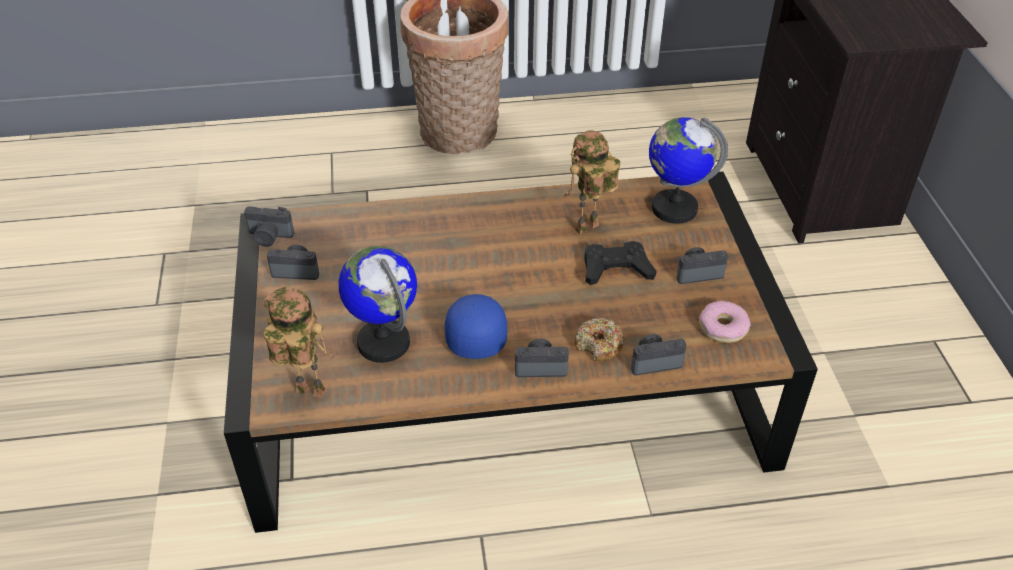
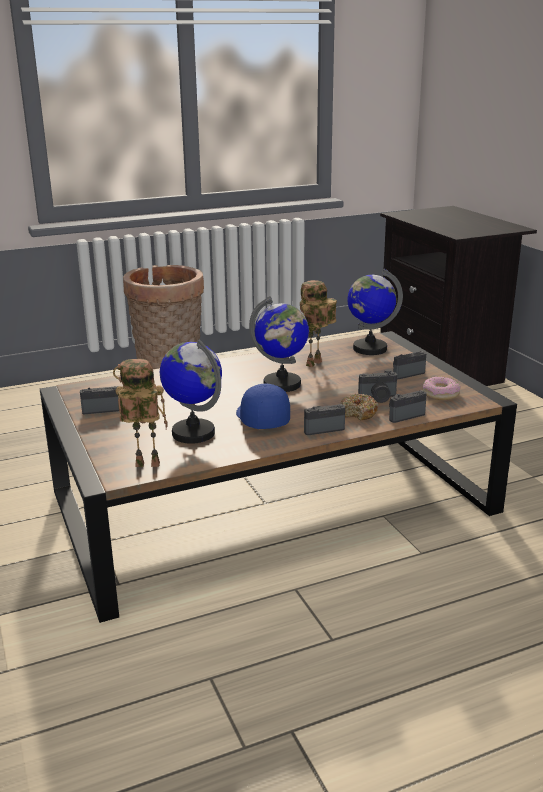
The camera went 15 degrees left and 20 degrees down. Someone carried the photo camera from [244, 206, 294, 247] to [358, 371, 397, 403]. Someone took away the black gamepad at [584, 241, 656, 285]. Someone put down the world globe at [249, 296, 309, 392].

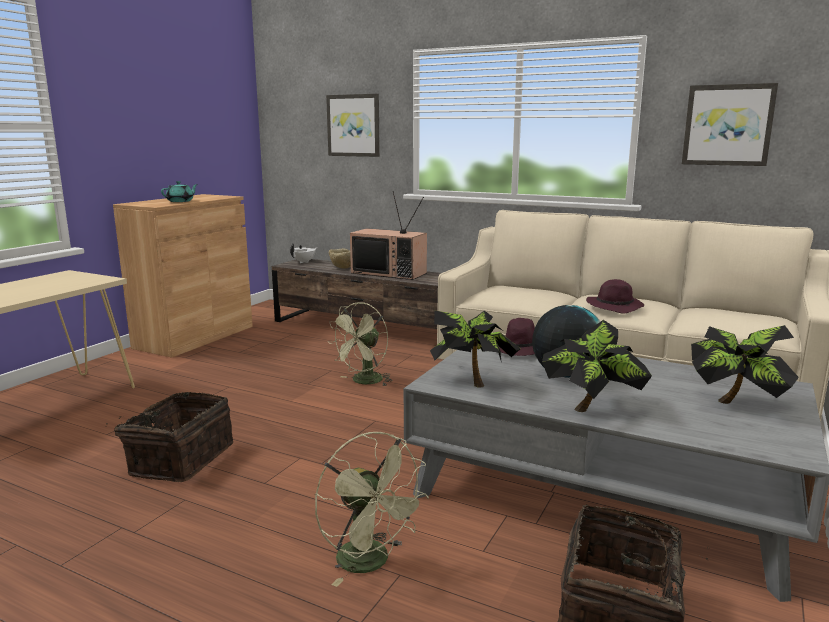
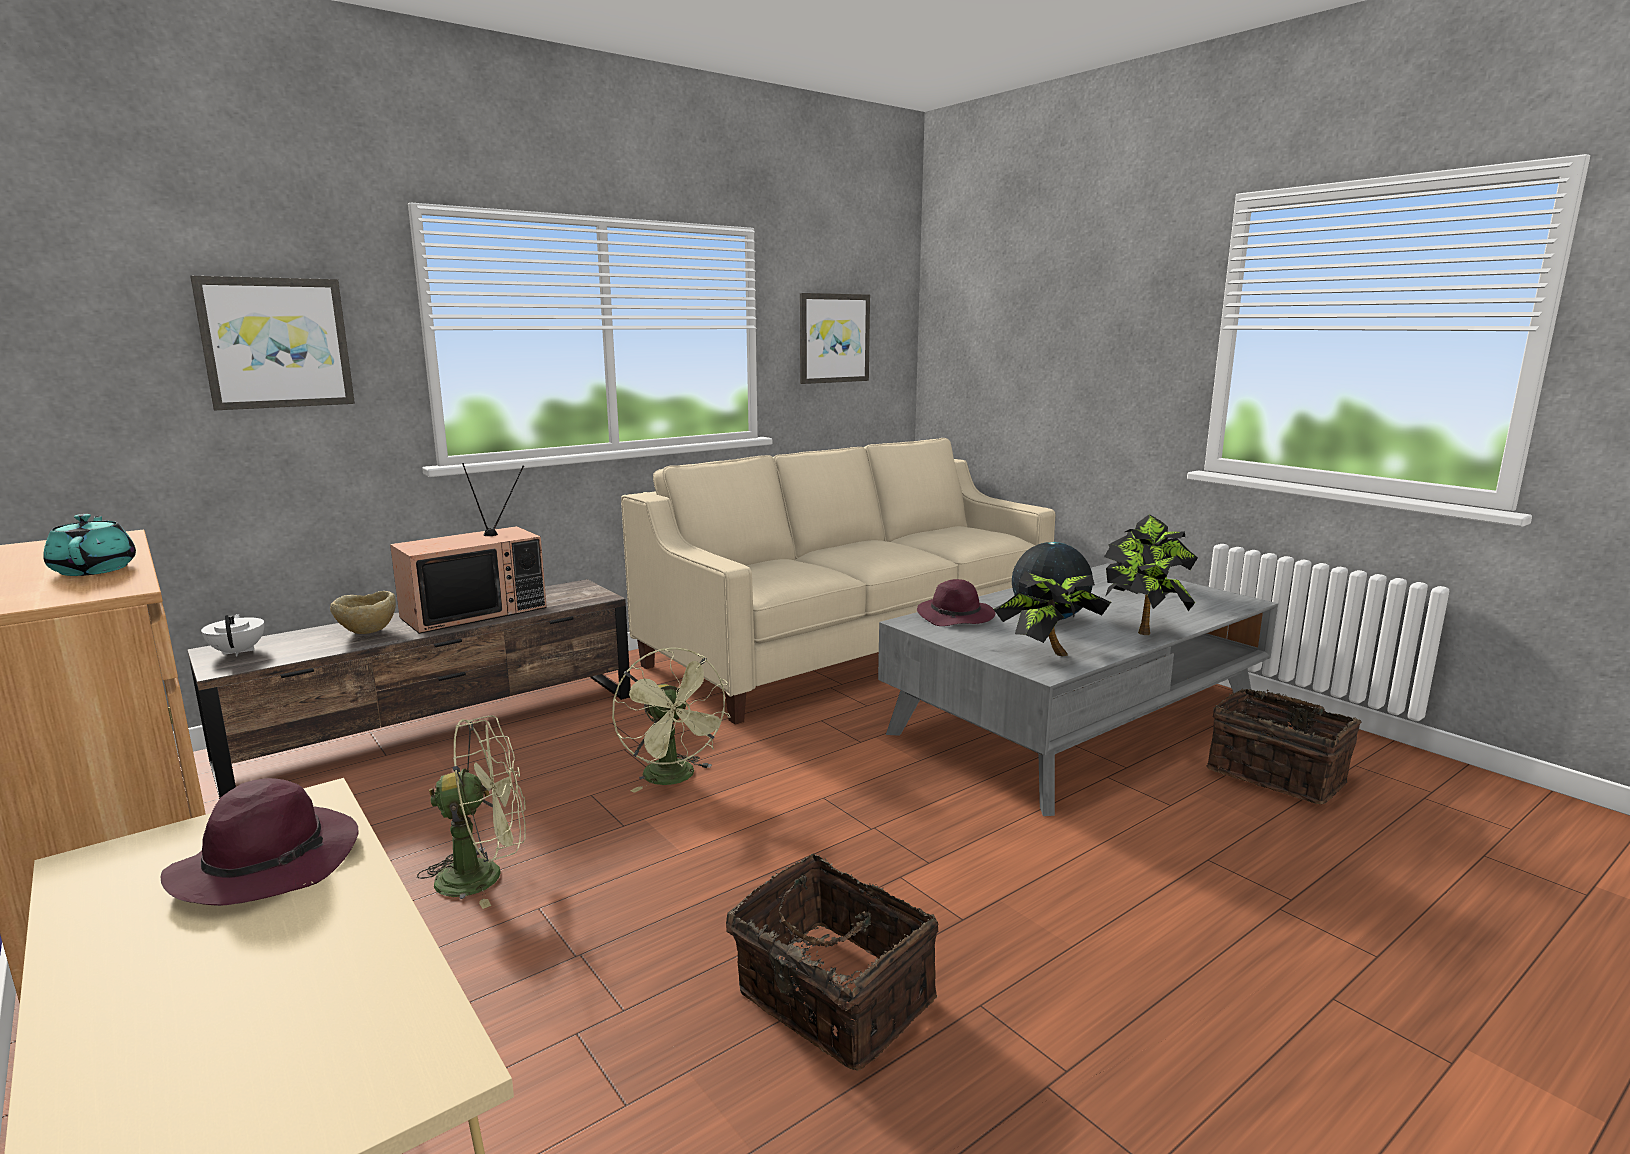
The camera went 65 degrees left and 0 degrees up. Someone carried the purple-coloured hat from [586, 279, 644, 314] to [160, 778, 358, 906]. Someone carried the greenish fan from [315, 432, 429, 587] to [417, 715, 526, 909].

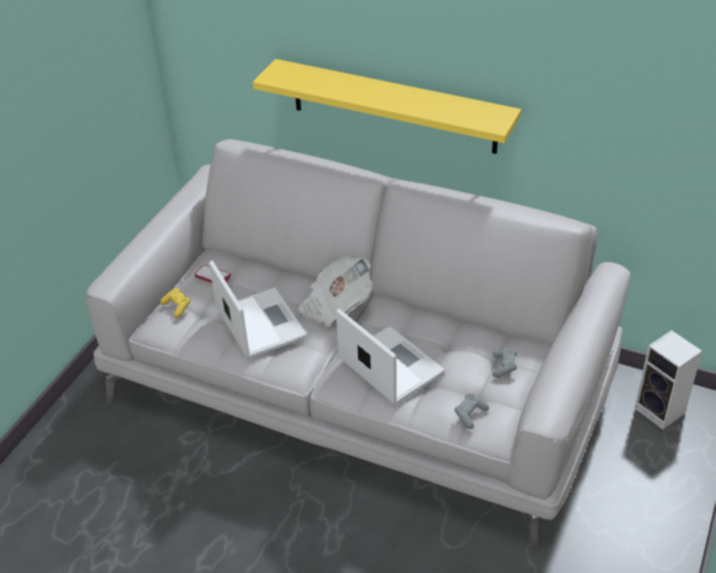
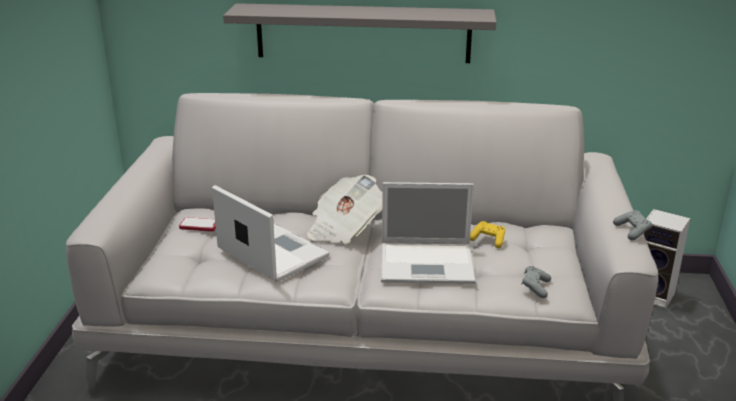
The camera went 20 degrees left and 15 degrees down. Someone repainted the yellow-coloured shelf at [253, 59, 521, 154], which became the grey shelf at [223, 3, 496, 63]. Someone carried the yellow-coloured gamepad from [160, 288, 191, 318] to [470, 221, 505, 248]. Someone rotated the notebook computer at [336, 309, 445, 405] by 150 degrees clockwise. Someone carried the grey gamepad from [492, 349, 517, 378] to [613, 210, 652, 240].

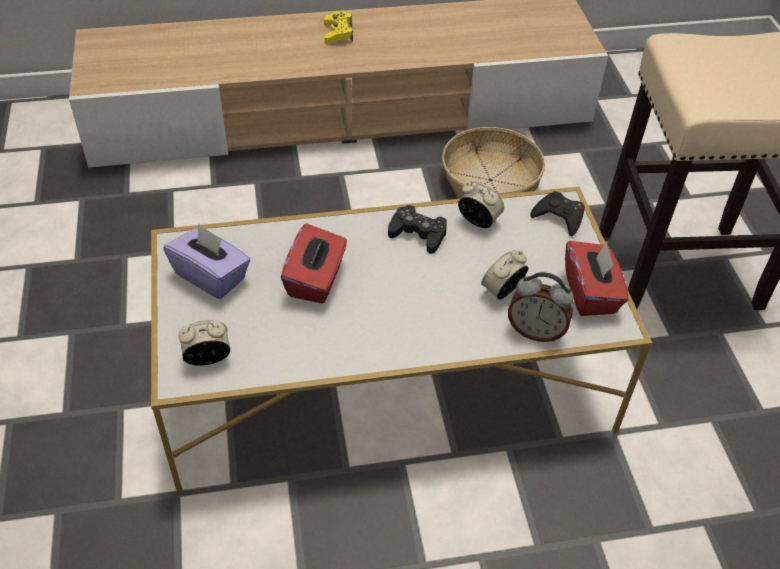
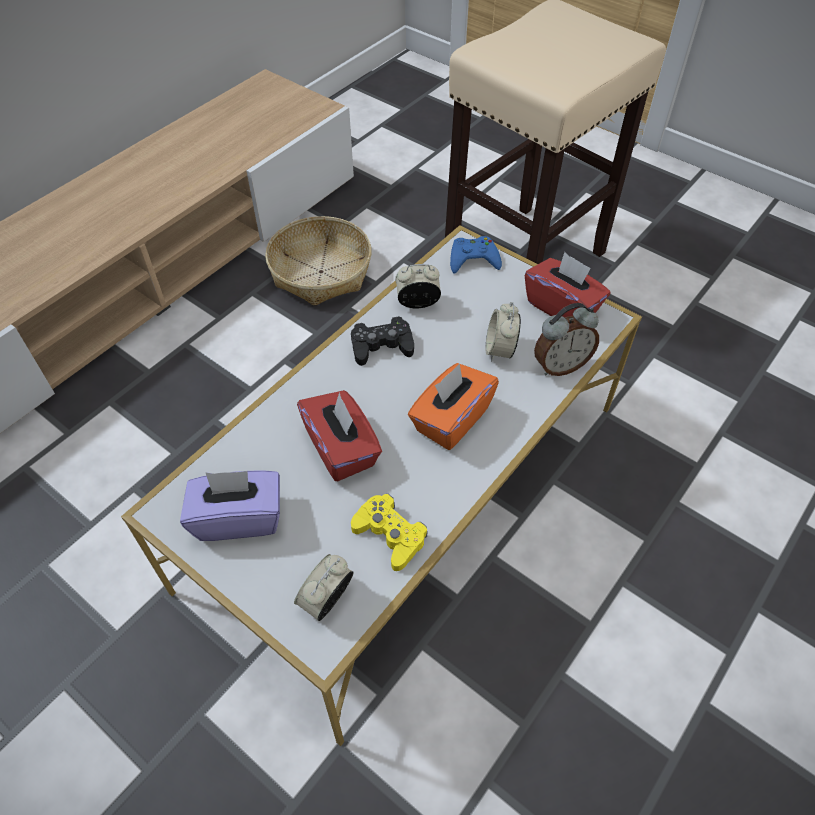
The camera went 40 degrees left and 5 degrees up. Someone carried the yellow-coloured gamepad from [324, 11, 353, 44] to [351, 494, 427, 571]. Someone repainted the black gamepad at [530, 191, 585, 236], which became the blue-coloured gamepad at [450, 236, 502, 273]. Someone put down the orange tissue box at [408, 363, 499, 450].

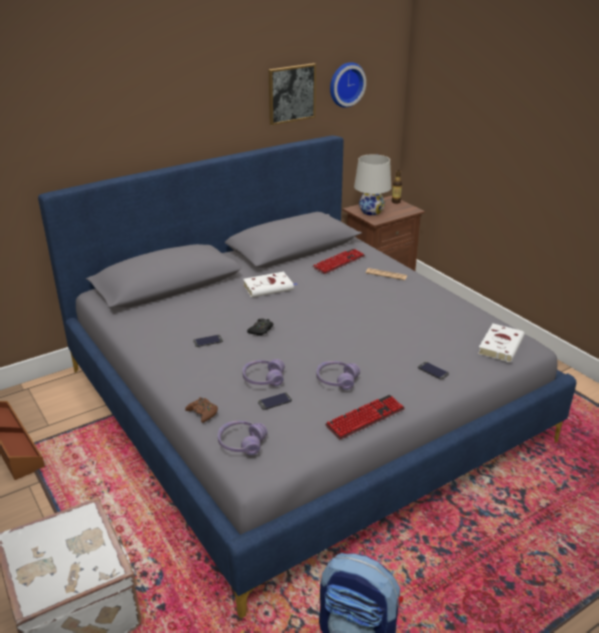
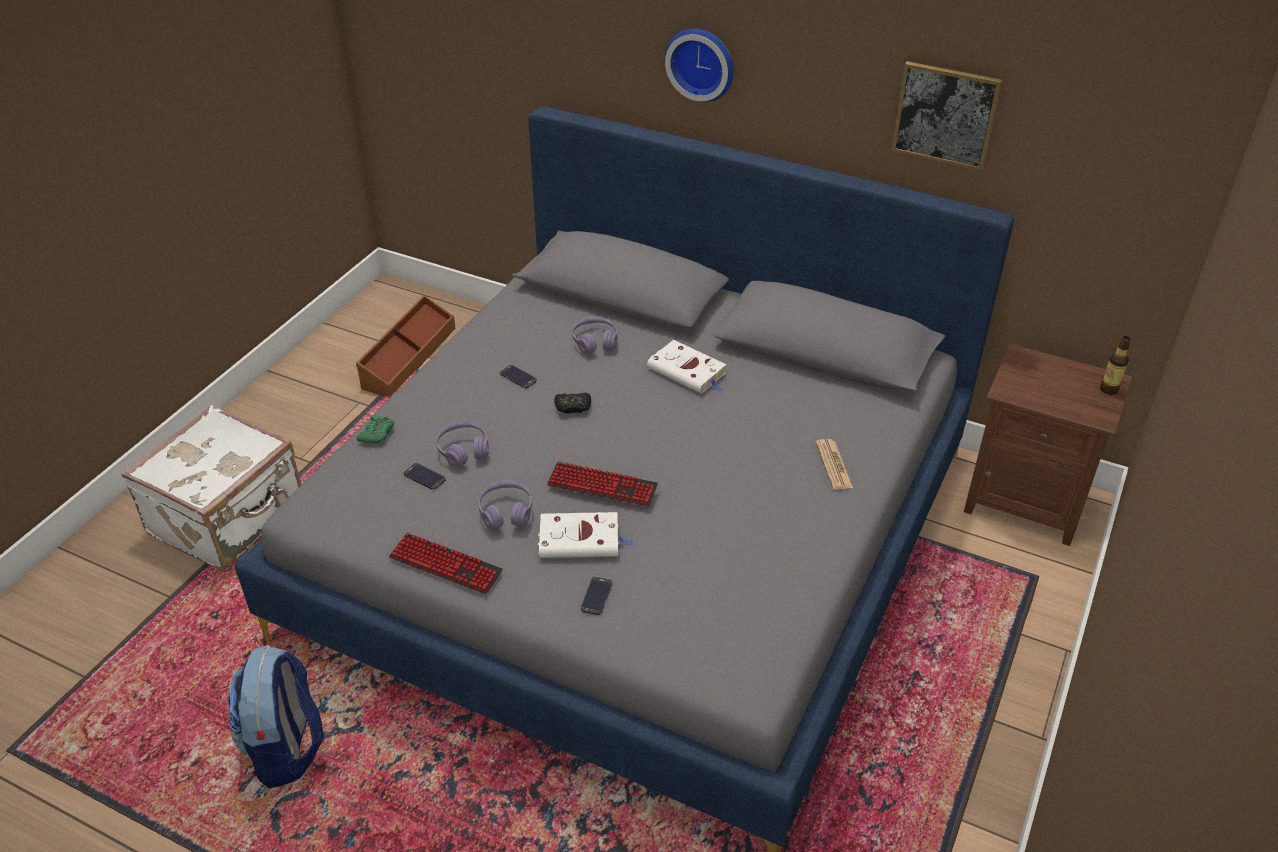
The camera went 60 degrees right and 10 degrees up. Someone carried the wall clock from [330, 62, 366, 108] to [665, 29, 734, 102]. Someone took away the white tabletop lamp at [354, 154, 391, 215]. Someone carried the keyboard from [312, 249, 365, 274] to [547, 461, 658, 506]. Someone carried the white book from [478, 324, 524, 362] to [538, 512, 634, 558]. Someone repainted the brown gamepad at [185, 397, 218, 423], which became the greenish gamepad at [357, 415, 394, 444]. Someone carried the purple-coloured pair of headphones from [218, 421, 268, 455] to [572, 316, 617, 354].

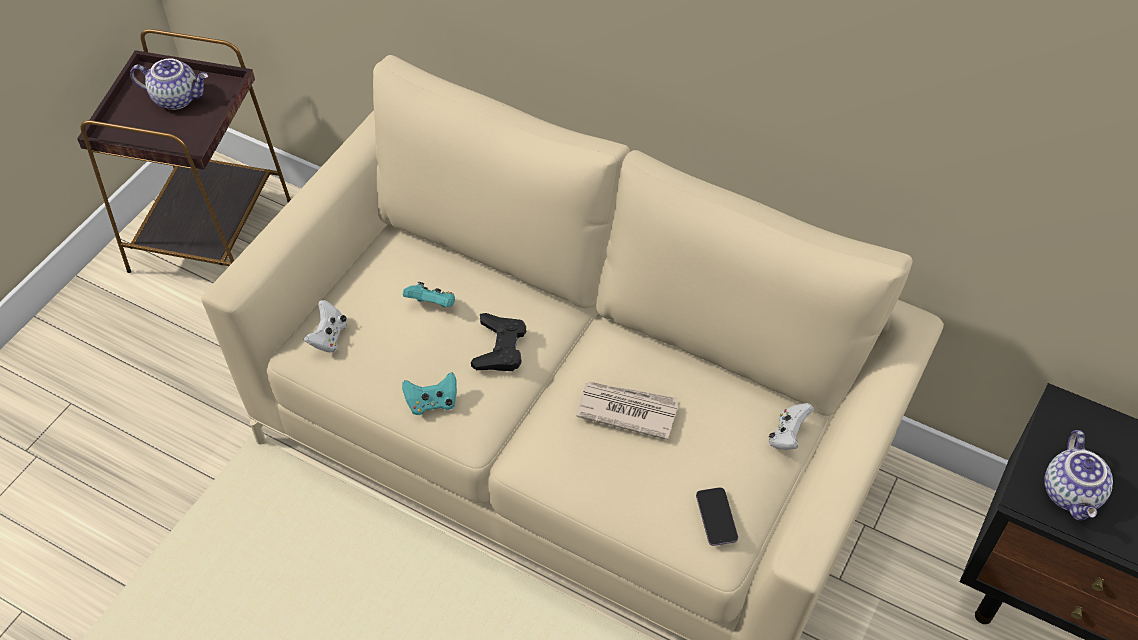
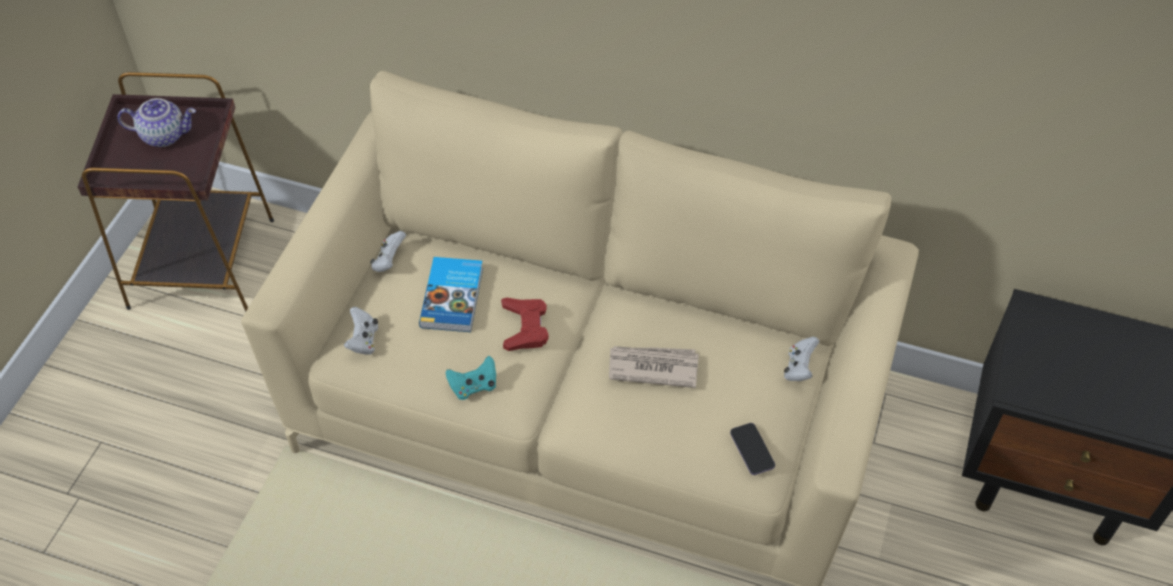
The camera went 10 degrees left and 0 degrees up. Someone swapped the turquoise-coloured gamepad at [403, 282, 455, 308] for the book at [419, 257, 483, 332]. Someone repainted the black gamepad at [471, 313, 526, 371], which became the reddish gamepad at [501, 298, 548, 351]. Someone took away the teapot at [1044, 430, 1113, 521]. Someone put down the white gamepad at [370, 231, 406, 272].

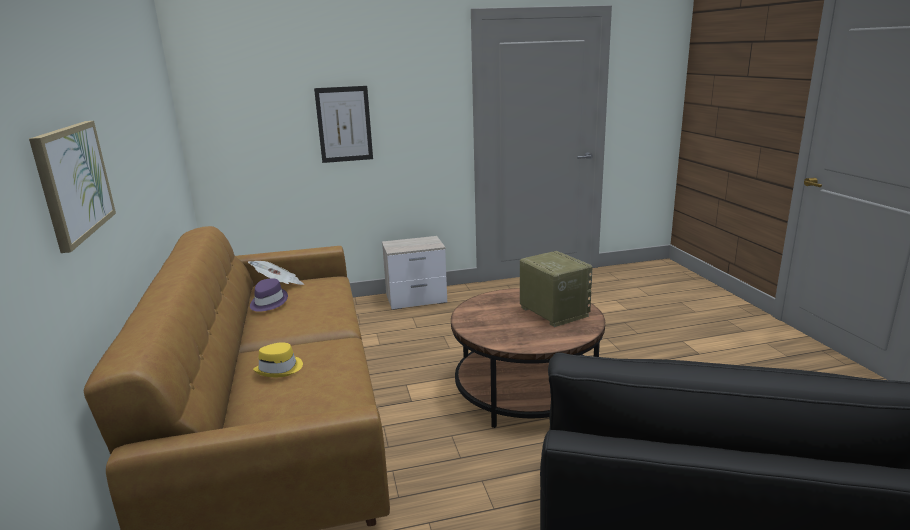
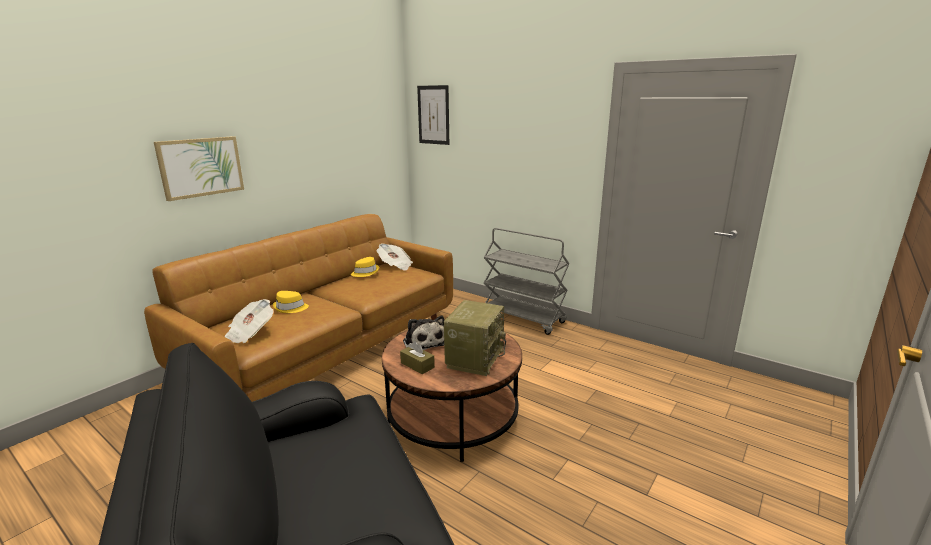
The camera went 50 degrees right and 0 degrees up. Someone carried the wall picture from [314, 86, 373, 163] to [417, 85, 449, 145]. Someone swapped the bedside table at [382, 236, 447, 310] for the grey wheeled cart at [483, 228, 570, 335]. Someone repainted the purple-coloured hat at [250, 278, 288, 312], which became the yellow-coloured hat at [351, 257, 379, 277]. Someone put down the daily paper at [224, 299, 273, 343]. Someone put down the plush toy at [403, 316, 445, 350]. Someone put down the brown tissue box at [400, 341, 435, 374].

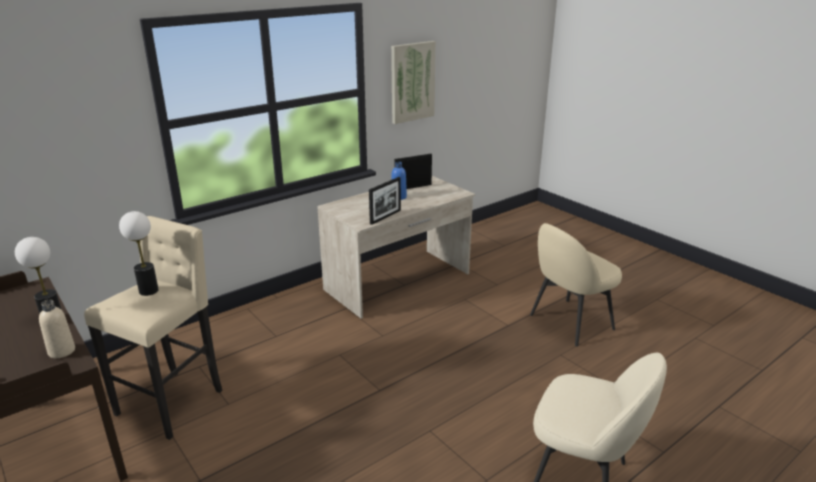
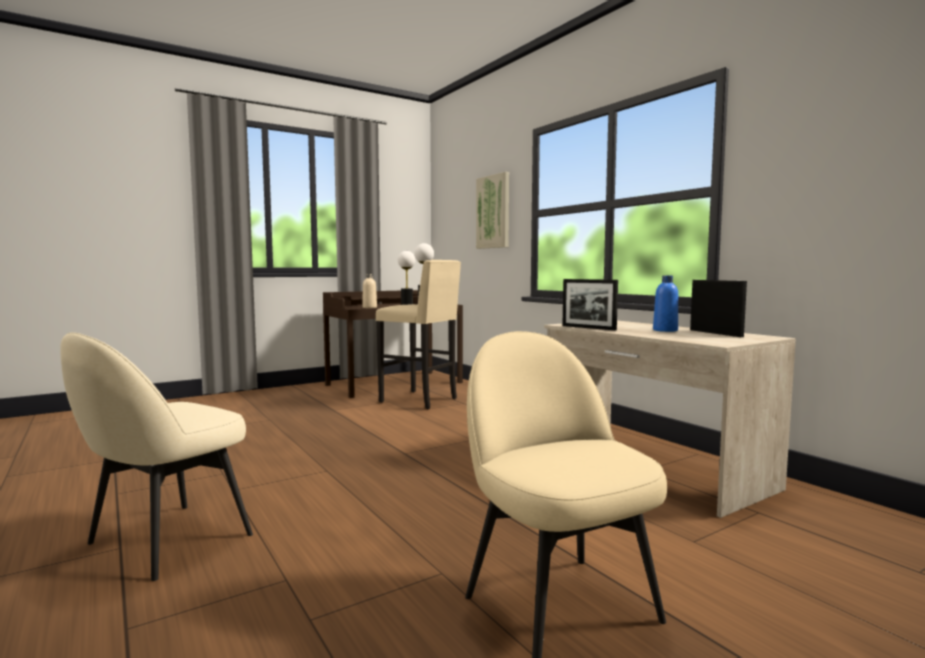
The camera went 95 degrees right and 20 degrees down. Someone carried the wall picture from [391, 41, 436, 124] to [476, 172, 509, 249].

